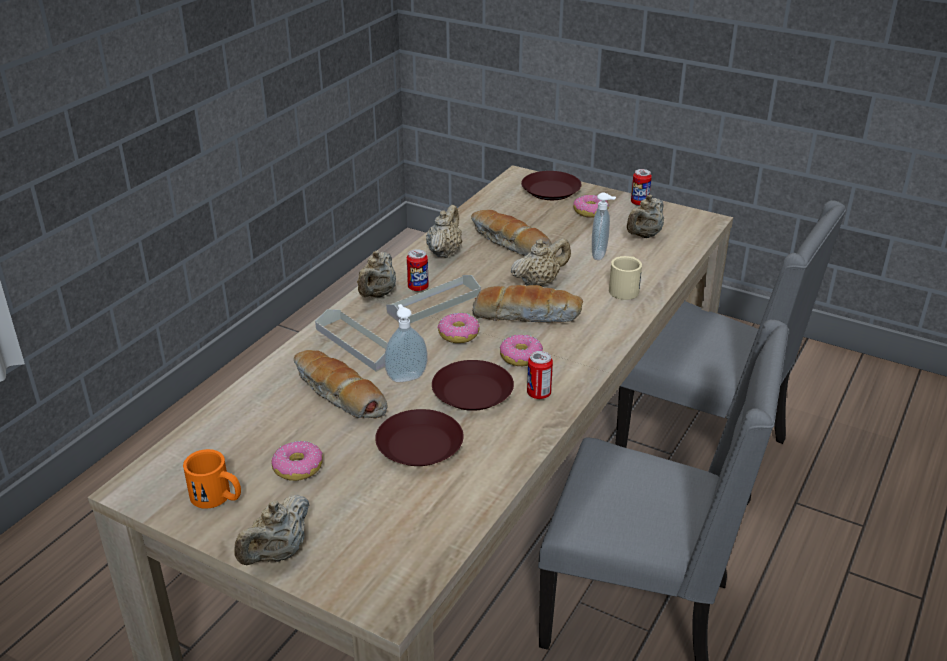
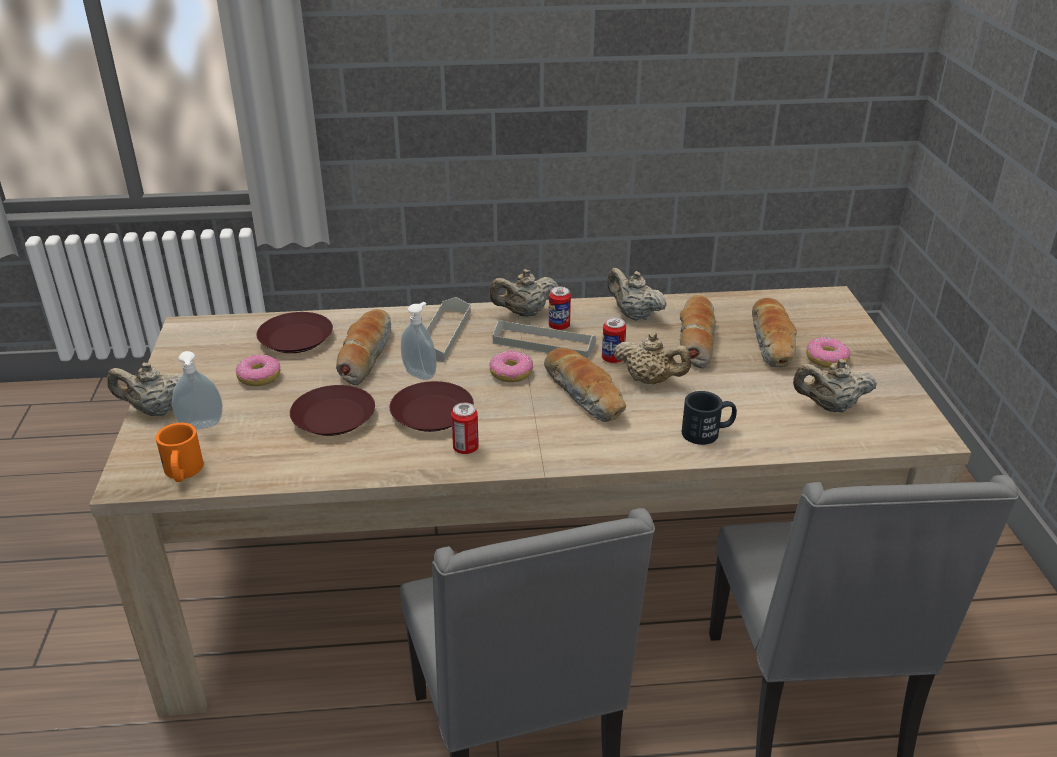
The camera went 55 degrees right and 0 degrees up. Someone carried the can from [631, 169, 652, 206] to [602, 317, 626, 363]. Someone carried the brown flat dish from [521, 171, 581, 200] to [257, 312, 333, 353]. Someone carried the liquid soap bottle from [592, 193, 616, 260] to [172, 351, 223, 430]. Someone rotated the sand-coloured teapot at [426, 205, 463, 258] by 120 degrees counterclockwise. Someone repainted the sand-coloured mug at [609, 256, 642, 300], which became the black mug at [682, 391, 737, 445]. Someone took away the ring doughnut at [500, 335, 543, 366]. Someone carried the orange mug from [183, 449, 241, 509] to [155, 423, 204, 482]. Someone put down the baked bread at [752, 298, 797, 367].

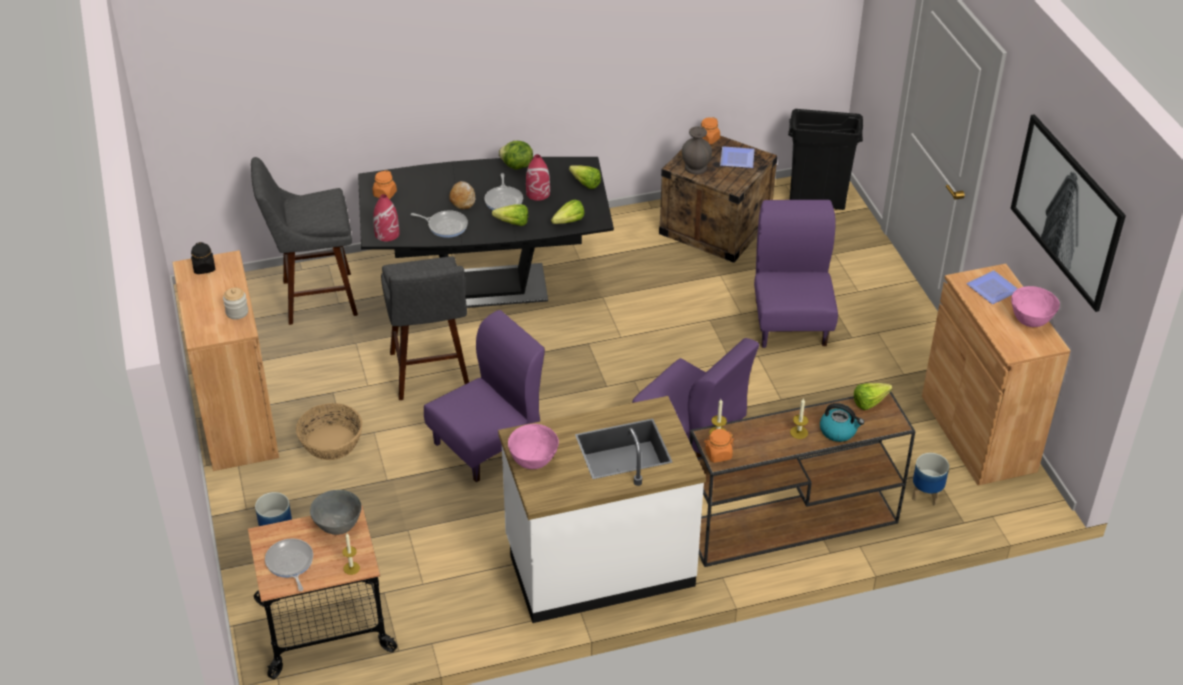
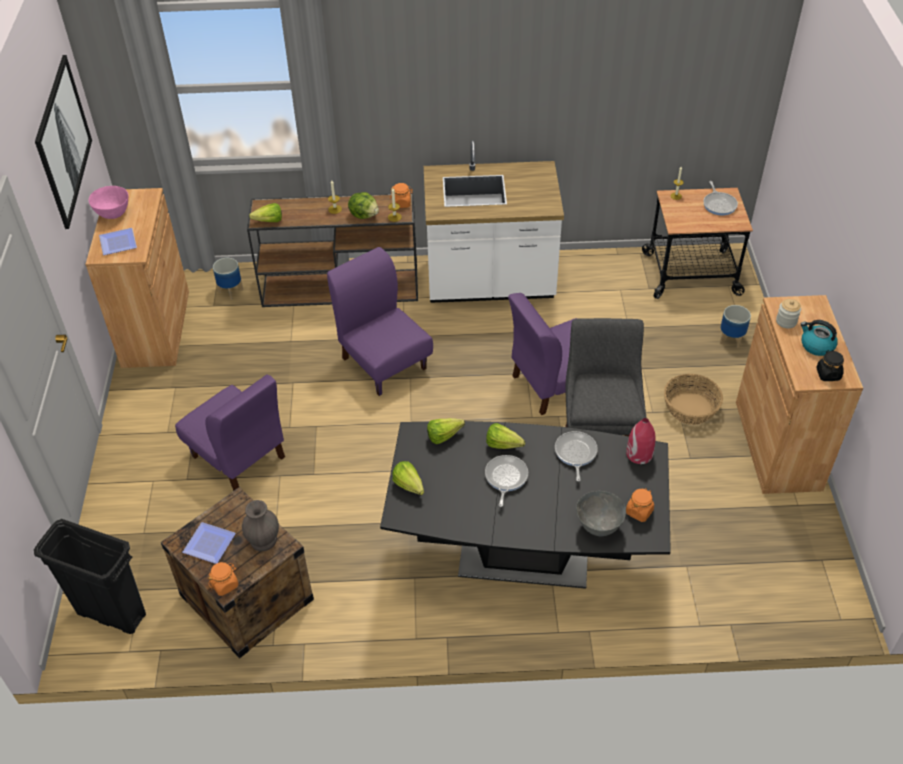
The camera went 165 degrees left and 5 degrees up. Someone carried the head of lettuce from [498, 141, 533, 170] to [348, 192, 379, 219]. Someone took away the reddish flower vase at [526, 154, 550, 201]. Someone took away the grey stool seat at [251, 157, 358, 325]. Someone took away the baked bread at [449, 181, 475, 209]. Someone rotated the purple-coloured chair at [754, 200, 838, 348] by 60 degrees counterclockwise. Someone rotated the frying pan at [411, 210, 468, 238] by 60 degrees clockwise. Someone carried the water kettle from [820, 403, 864, 442] to [801, 320, 838, 356]. Someone took away the pinkish bowl at [508, 424, 559, 469]. Someone carried the grey bowl from [310, 490, 362, 535] to [576, 491, 626, 536].

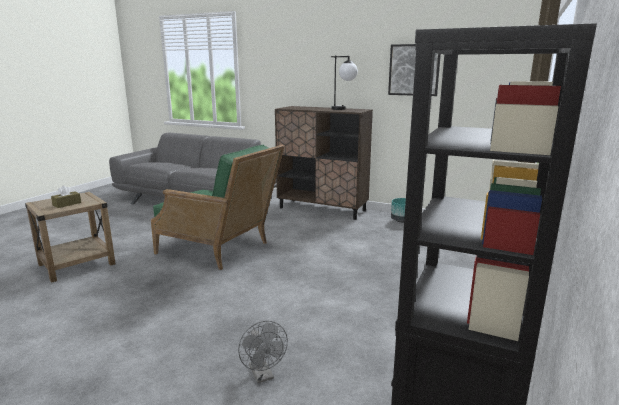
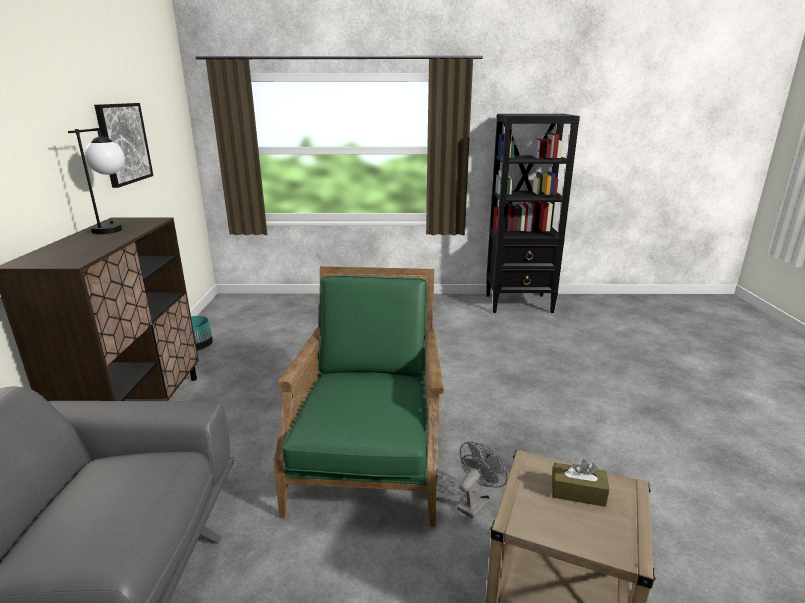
The camera went 115 degrees left and 5 degrees up. Someone carried the grey fan from [238, 321, 288, 383] to [457, 442, 508, 519].

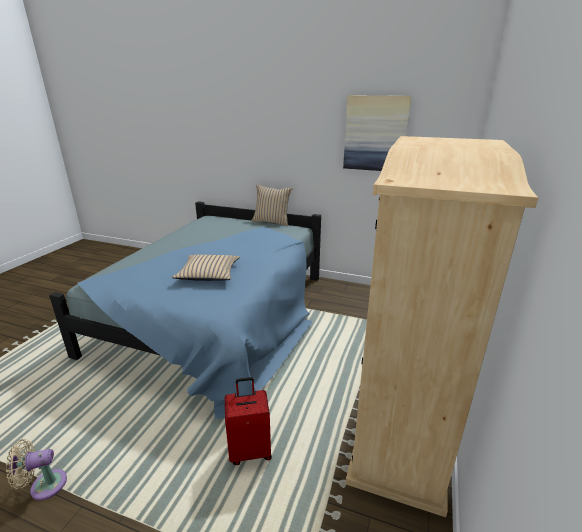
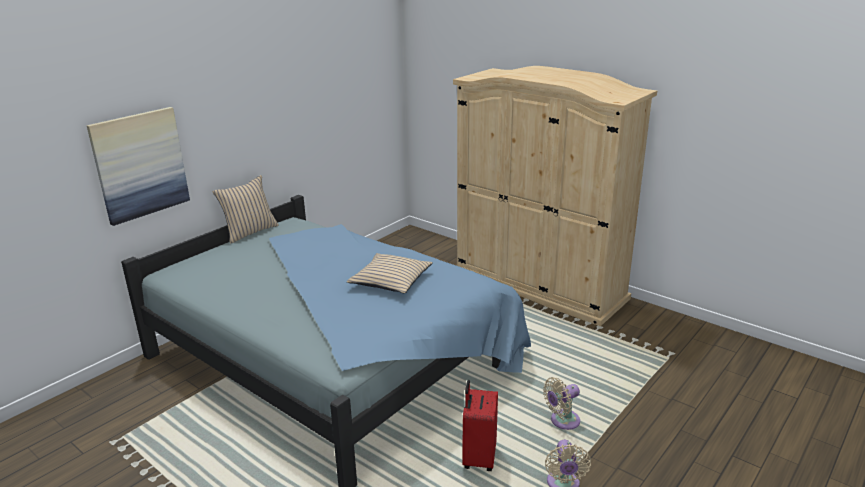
The camera went 70 degrees left and 0 degrees up. Someone carried the wall picture from [343, 95, 412, 171] to [87, 107, 190, 226]. Someone carried the reddish piece of luggage from [225, 377, 272, 465] to [463, 380, 498, 471]. Someone put down the sand-coloured fan at [543, 377, 580, 430].

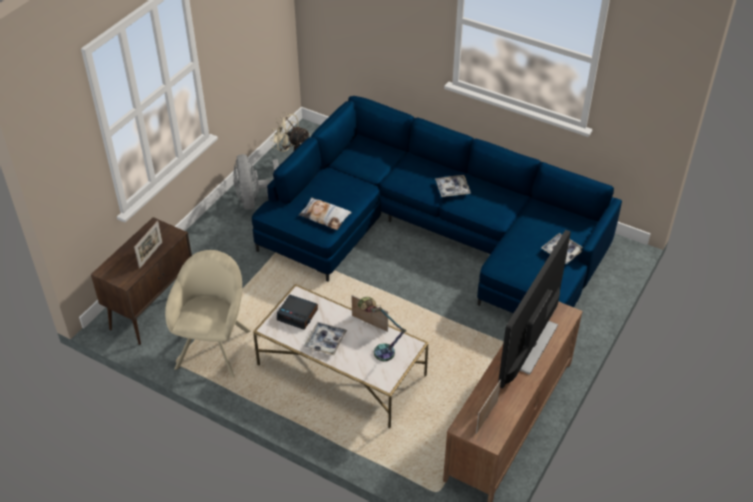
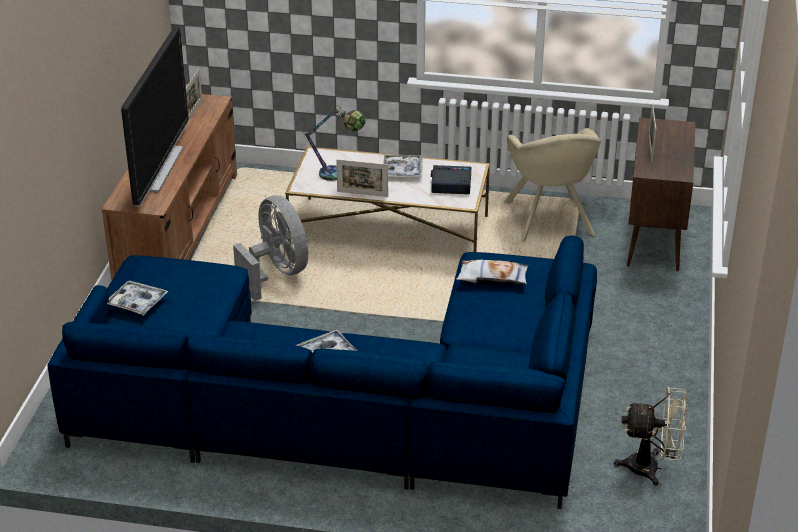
The camera went 160 degrees right and 10 degrees down. Someone carried the grey fan from [233, 154, 279, 210] to [233, 195, 308, 301].

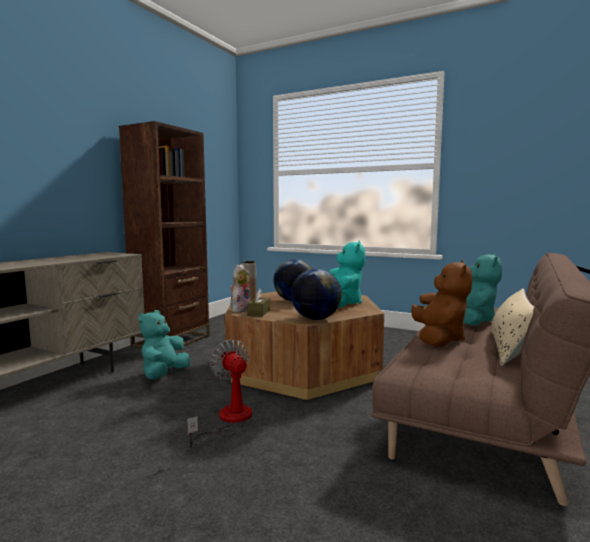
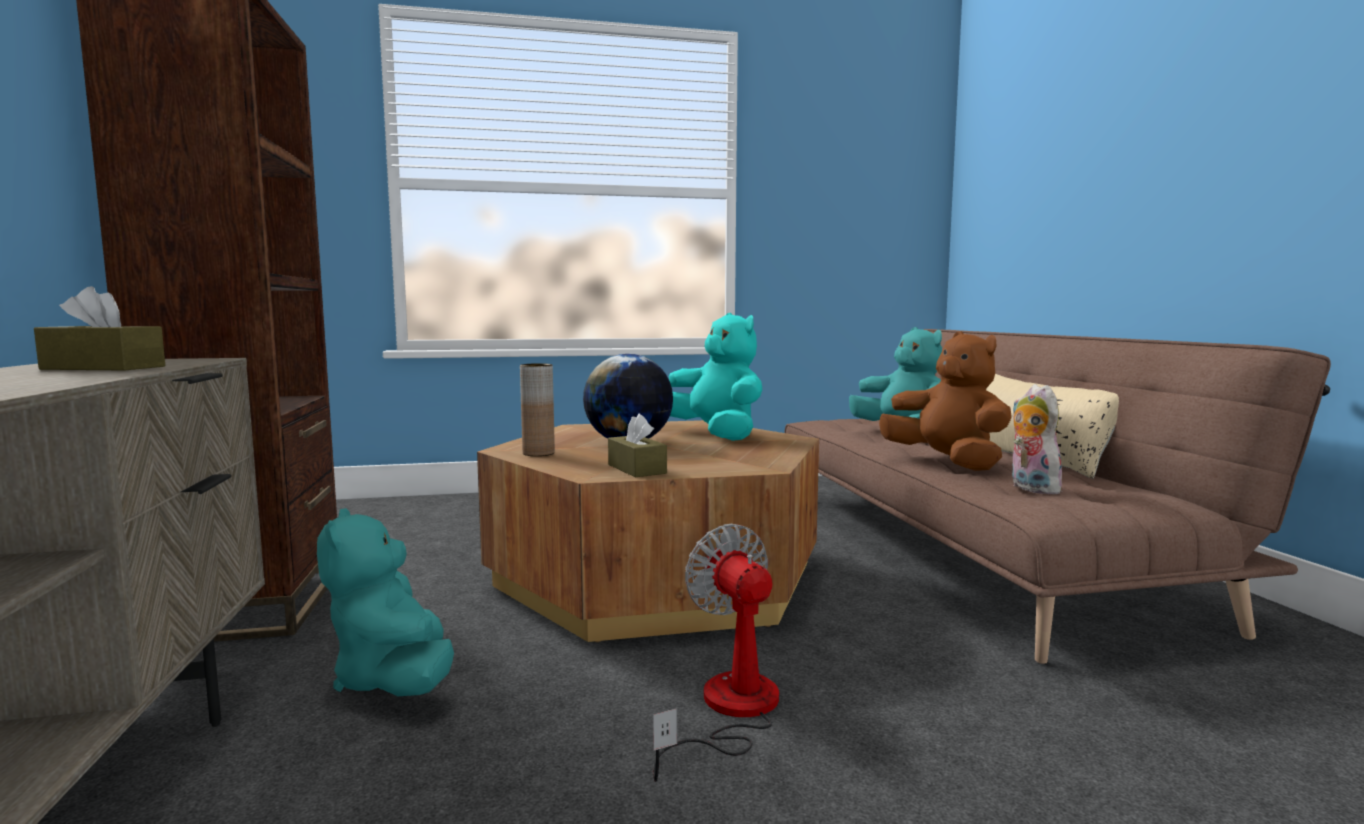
The camera went 40 degrees left and 0 degrees up. Someone carried the plush toy from [230, 264, 251, 313] to [1012, 384, 1067, 494]. Someone took away the world globe at [291, 269, 342, 320]. Someone rotated the fan at [187, 340, 252, 448] by 45 degrees clockwise. Someone put down the brown tissue box at [34, 286, 165, 371].

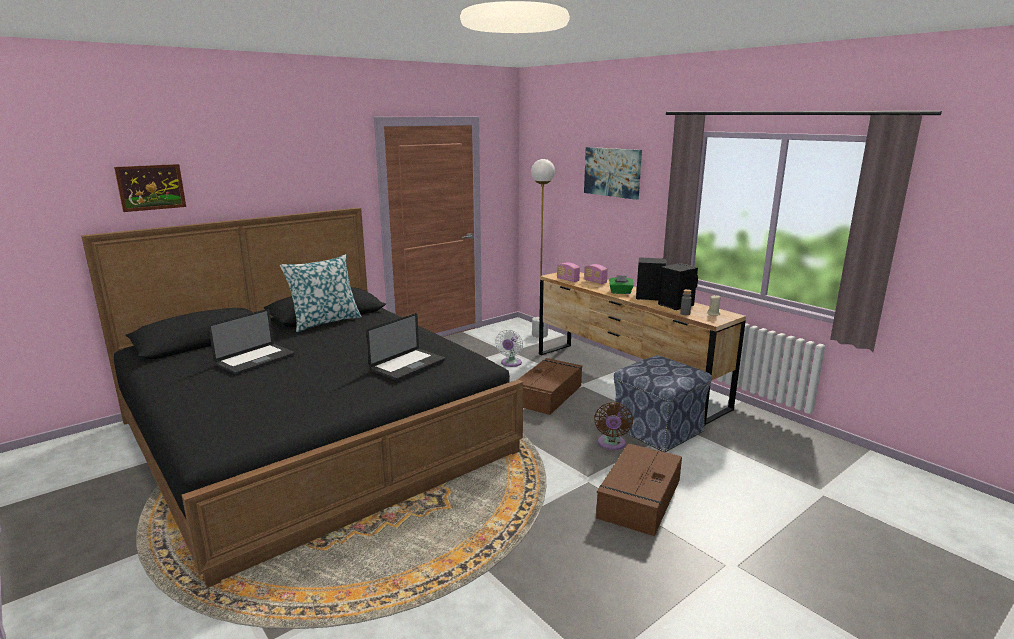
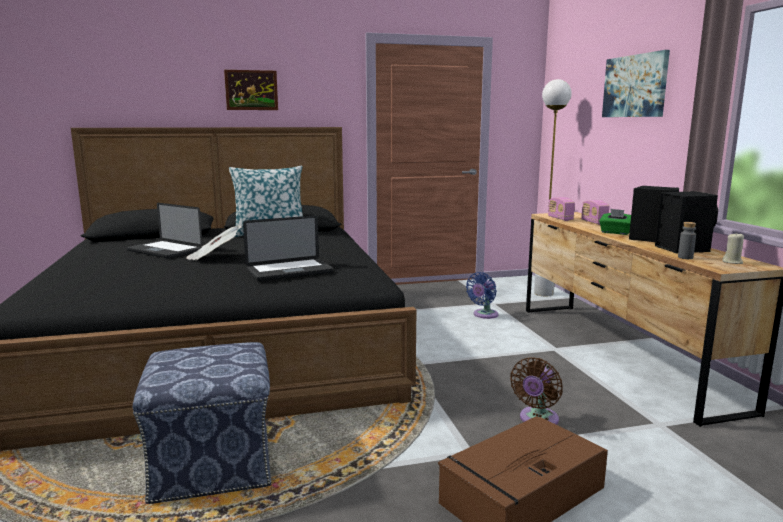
The camera went 25 degrees right and 5 degrees down. Someone carried the wall picture from [114, 164, 186, 212] to [224, 70, 278, 110]. Someone rotated the notebook computer at [208, 309, 295, 375] by 60 degrees clockwise. Someone repainted the white fan at [495, 330, 523, 367], which became the blue-coloured fan at [466, 272, 498, 319]. Someone carried the ottoman from [614, 355, 712, 452] to [133, 342, 272, 504]. Someone took away the brown storage container at [519, 358, 583, 415]. Someone put down the daily paper at [186, 225, 241, 261].

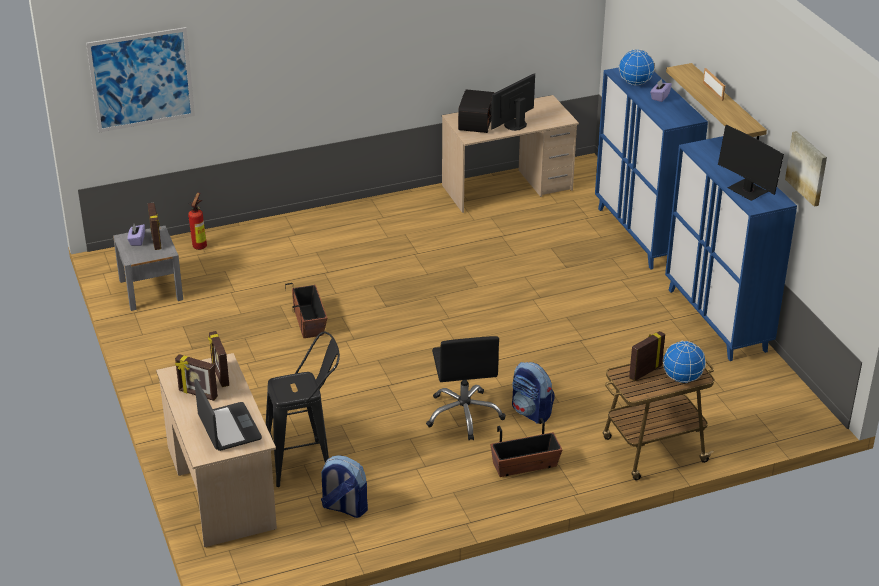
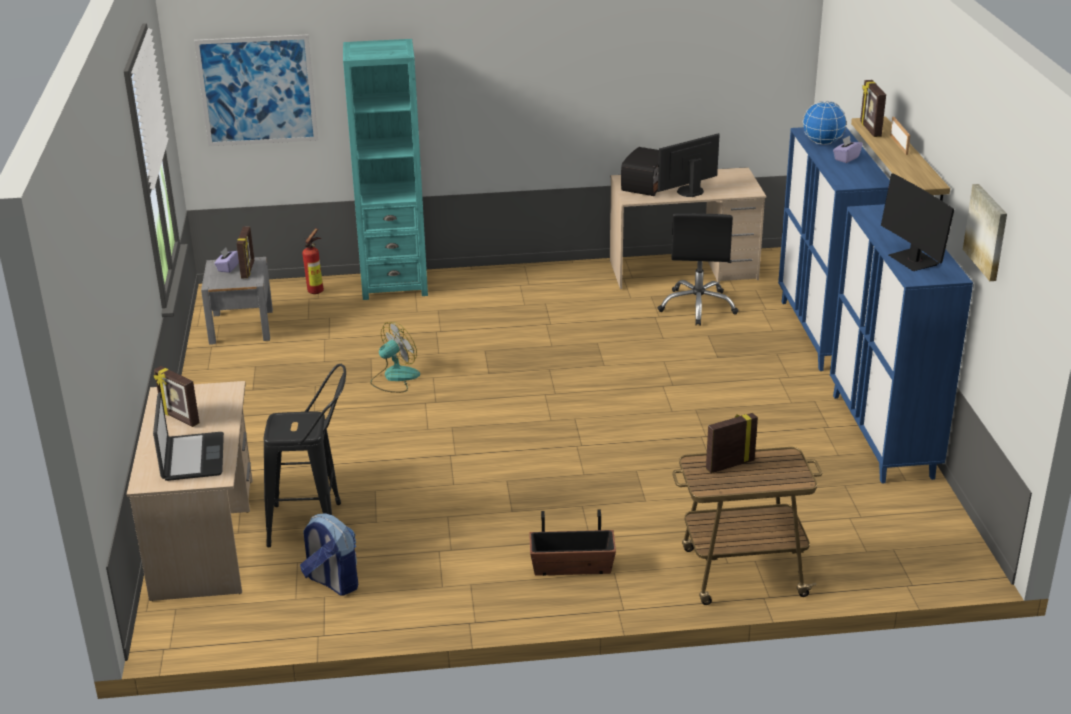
The camera went 15 degrees right and 5 degrees down. Someone swapped the flower pot at [285, 283, 327, 338] for the fan at [370, 322, 420, 393]. Someone carried the standing frame from [208, 331, 229, 387] to [860, 80, 886, 137]. Someone carried the black office chair from [426, 336, 506, 441] to [658, 213, 739, 326]. Someone took away the world globe at [663, 341, 706, 383]. Someone took away the rucksack at [512, 362, 554, 424]. Someone put down the turquoise-coloured bookshelf at [343, 39, 428, 300].

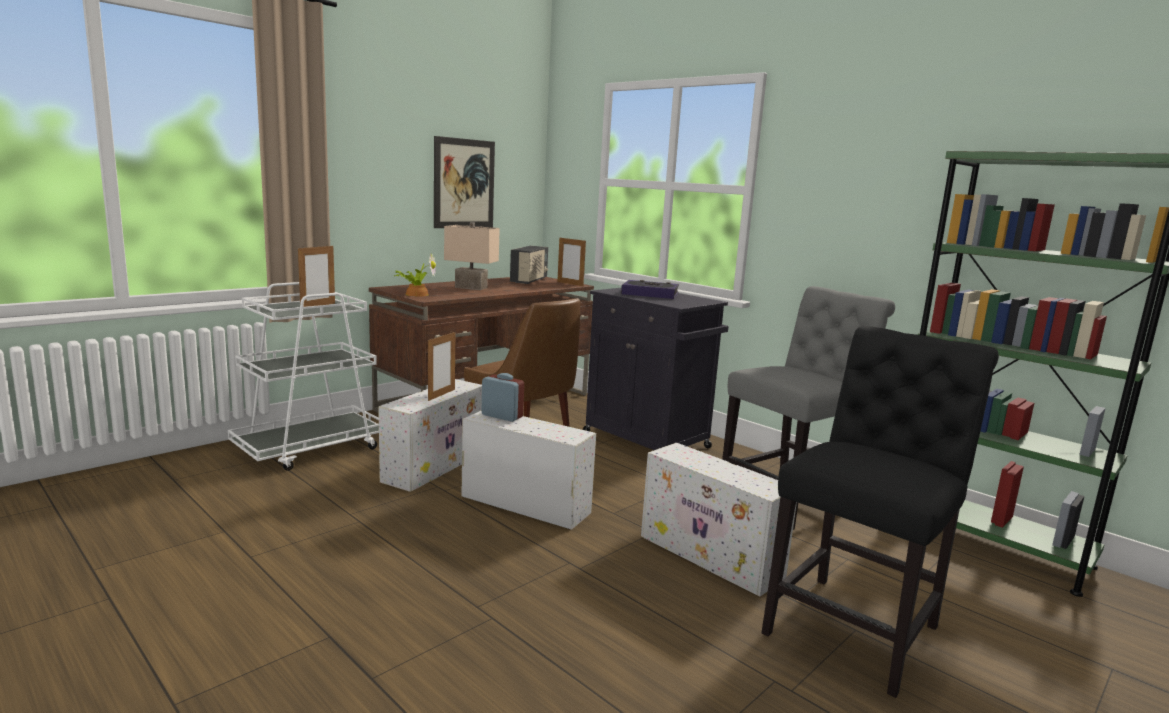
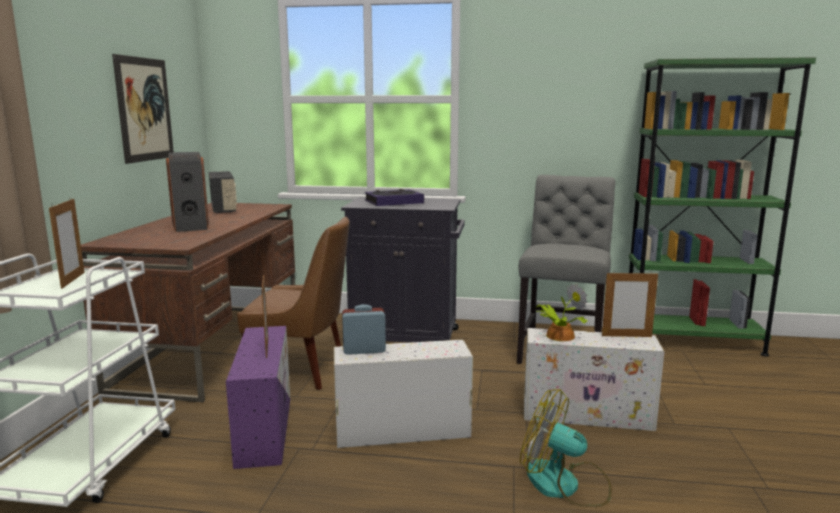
The camera went 35 degrees left and 0 degrees up. Someone swapped the sand-coloured tabletop lamp at [444, 222, 500, 290] for the audio speaker at [166, 152, 208, 232]. Someone carried the standing frame from [557, 236, 586, 286] to [602, 271, 658, 337]. Someone carried the houseplant from [394, 254, 436, 297] to [535, 283, 588, 341]. Someone took away the black chair at [761, 326, 999, 698]. Someone repainted the white storage container at [378, 379, 482, 492], which became the purple-coloured storage container at [226, 326, 290, 469]. Someone put down the fan at [520, 389, 612, 507].

